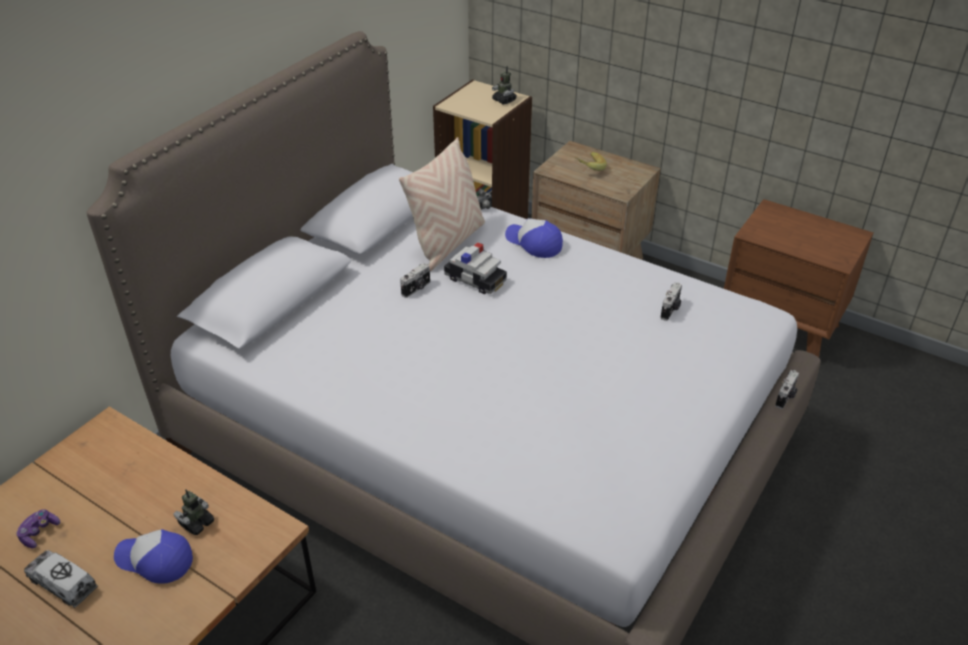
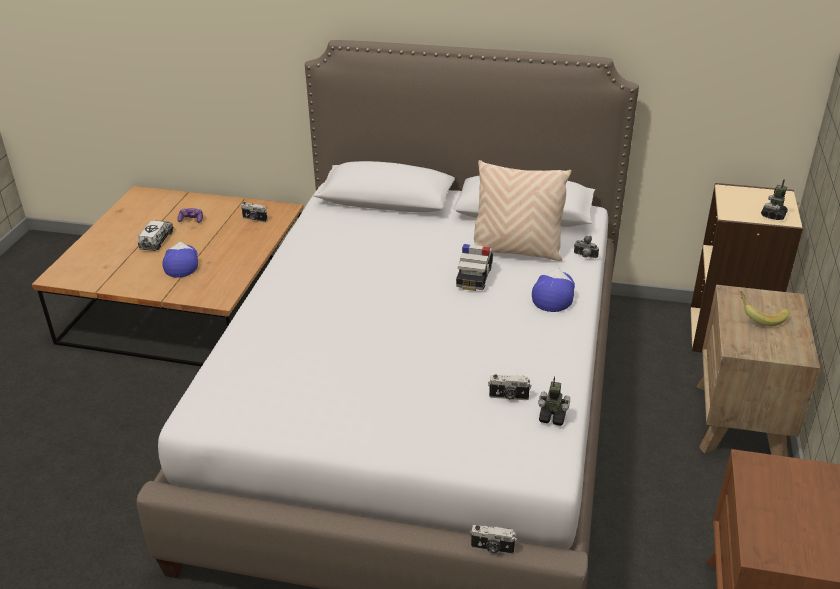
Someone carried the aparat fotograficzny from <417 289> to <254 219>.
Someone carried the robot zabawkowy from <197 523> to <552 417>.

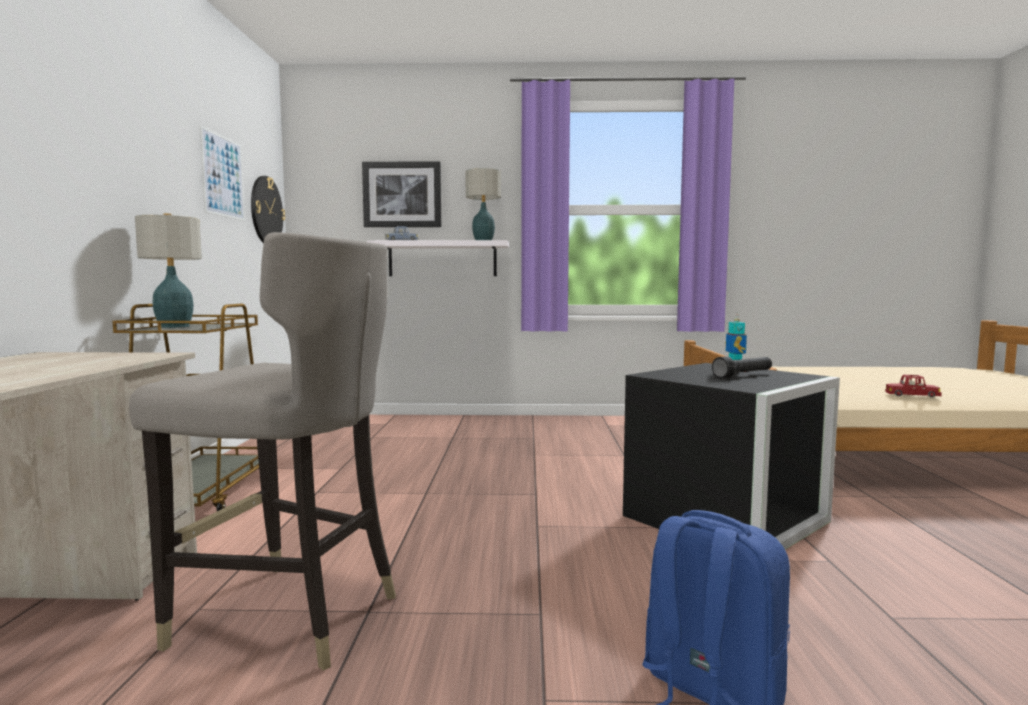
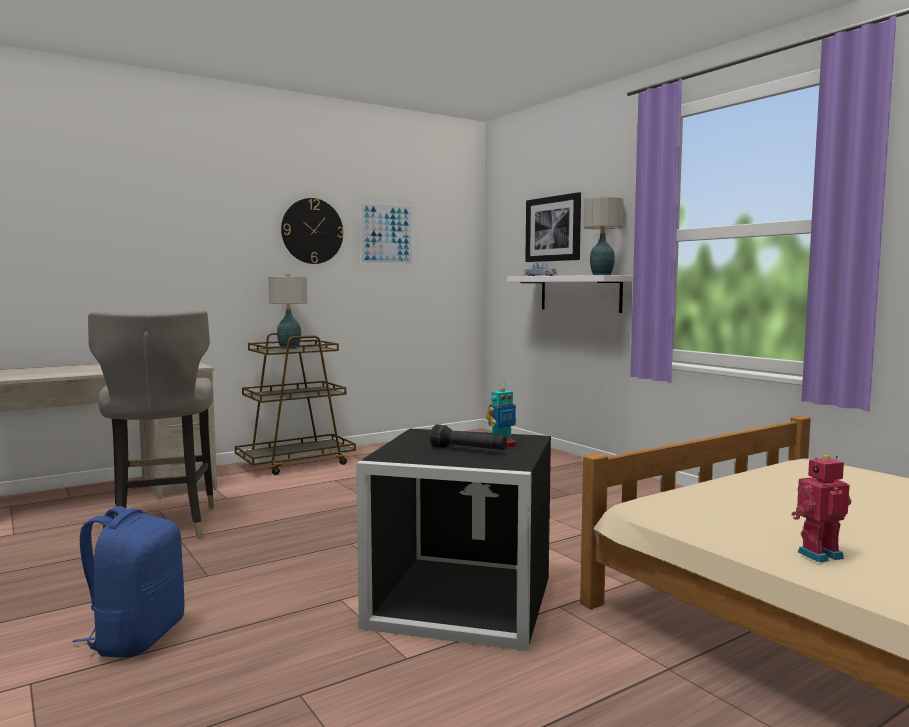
Someone carried the zegar ścienny from <266 211> to <312 231>.
Someone swapped the samochodzik (czerwony) at <912 395> for the robot zabawkowy at <818 554>.

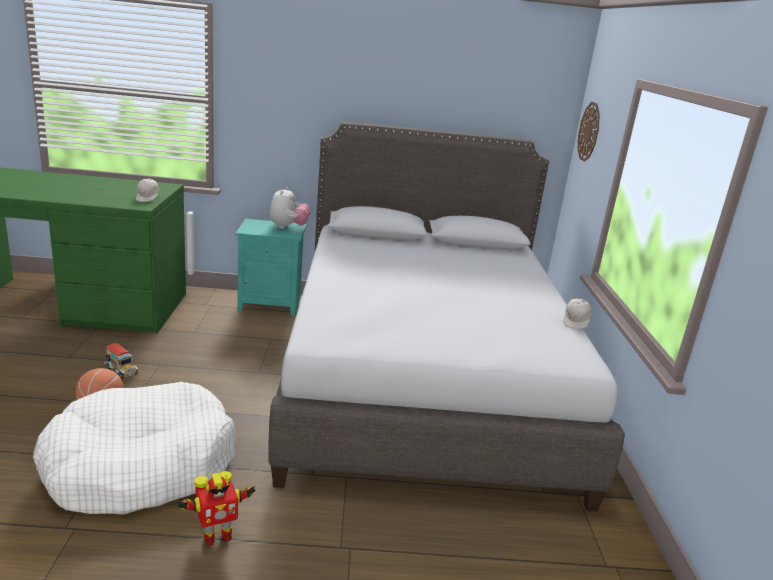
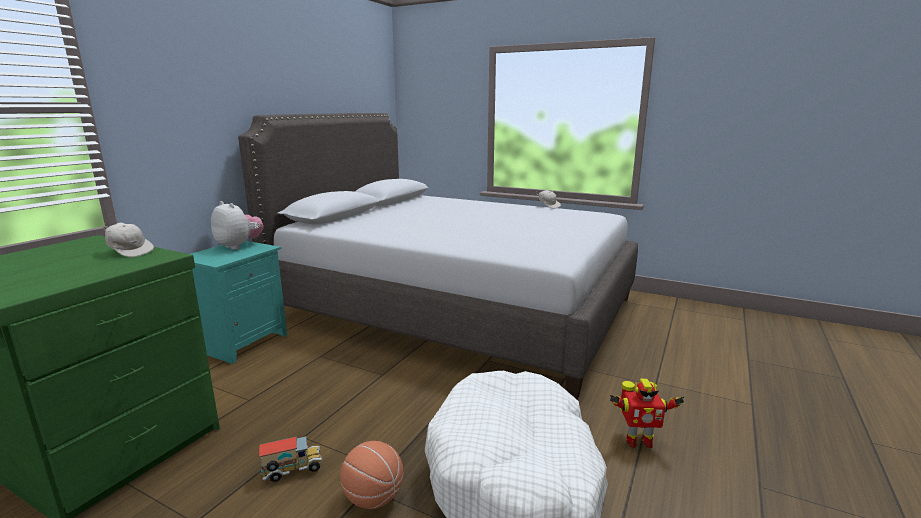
Someone rotated the robot zabawkowy at <216 536> by 90 degrees clockwise.
Someone took away the zegar ścienny at <589 131>.

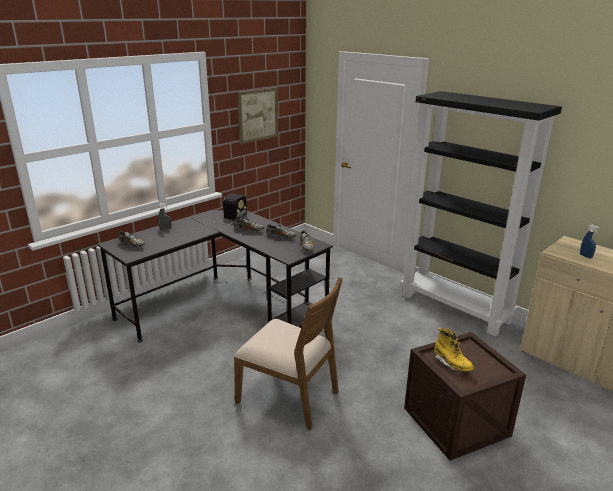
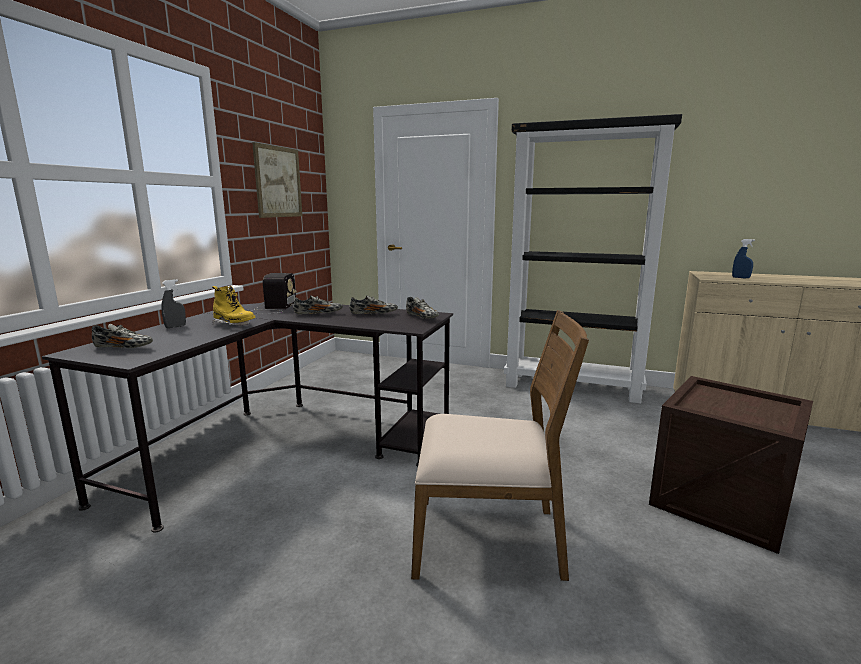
Someone carried the but z cholewką (żółty) from <452 364> to <234 325>.

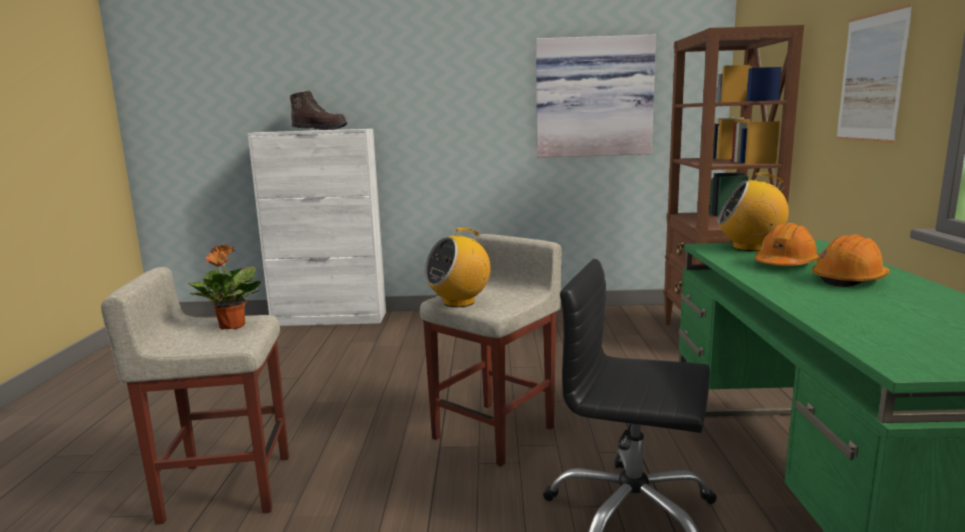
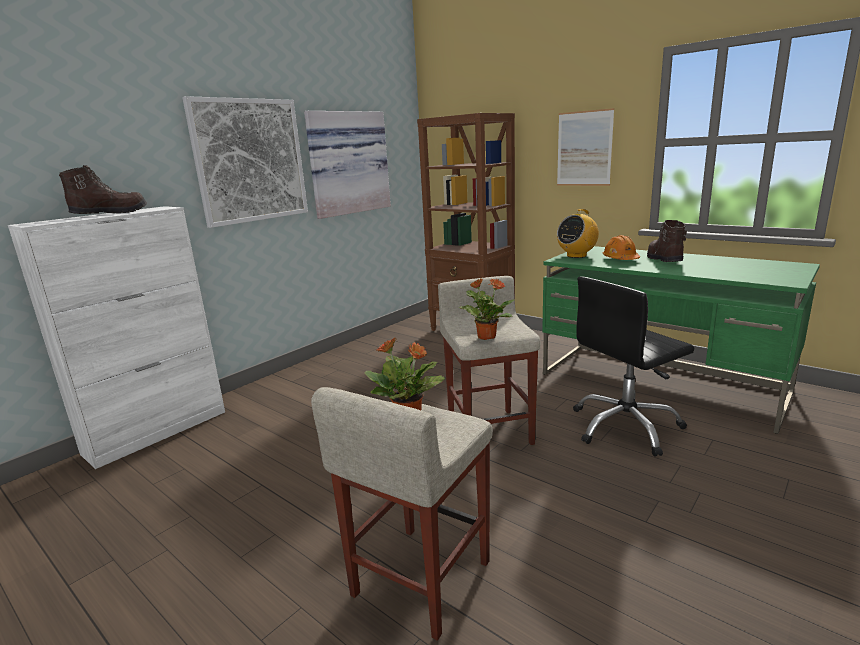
Someone put up the obraz at <250 161>.
Someone swapped the radio at <459 302> for the roślina doniczkowa at <486 336>.
Someone swapped the kask (pomarańczowy) at <849 280> for the but z cholewką (brązowy) at <663 259>.

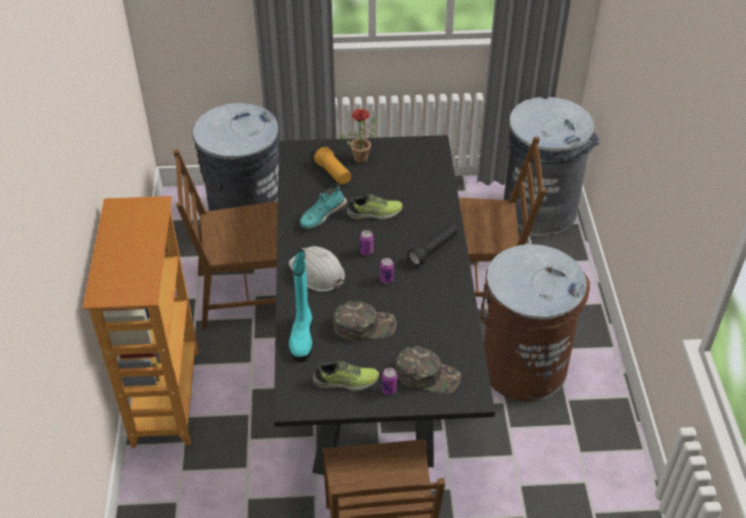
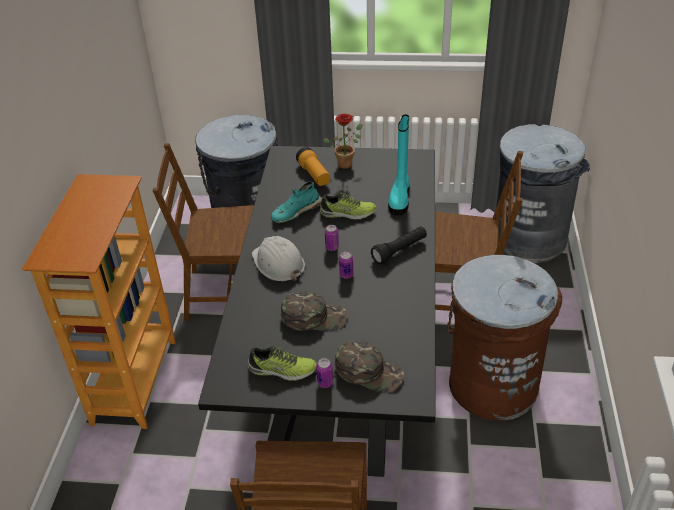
Someone carried the but z cholewką (turkusowy) from <302 336> to <400 198>.

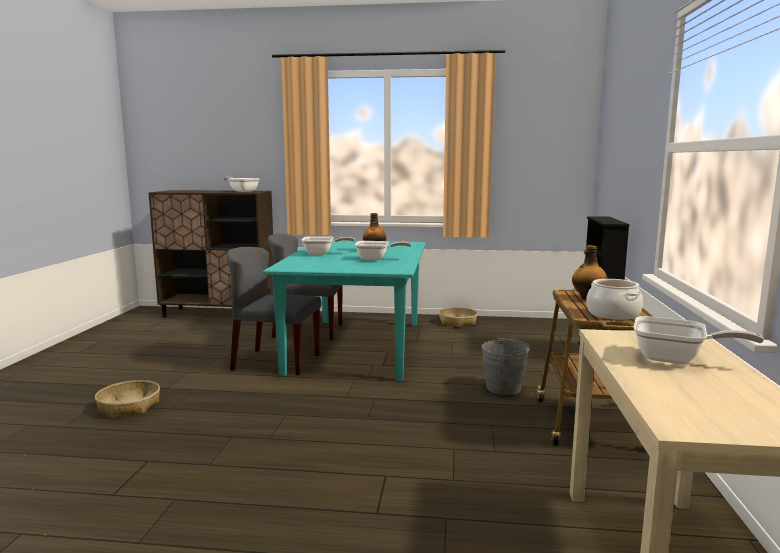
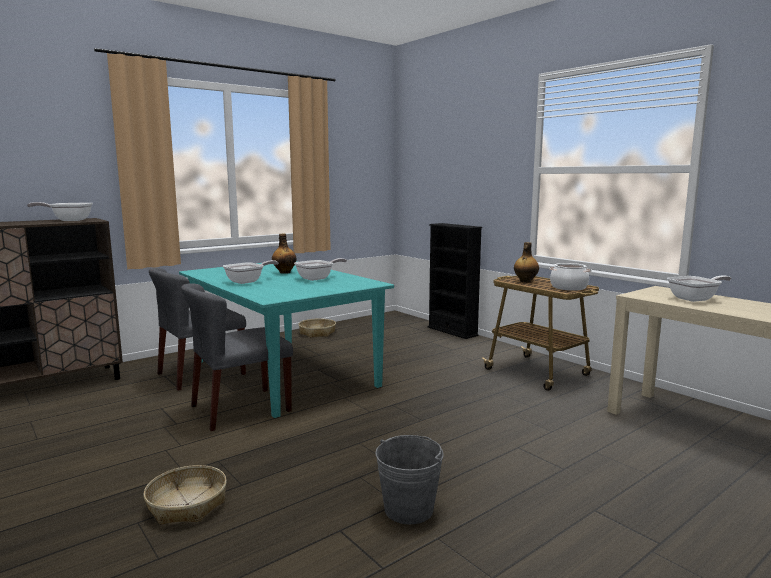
Someone carried the wiadro (szary) from <503 388> to <409 509>.

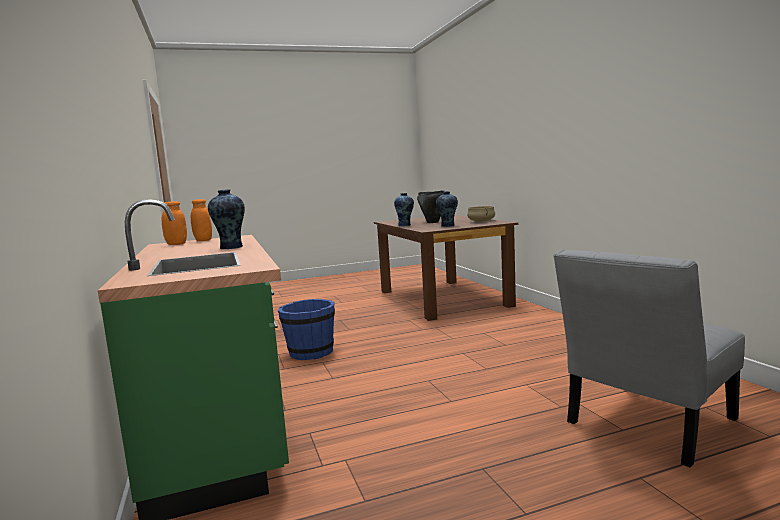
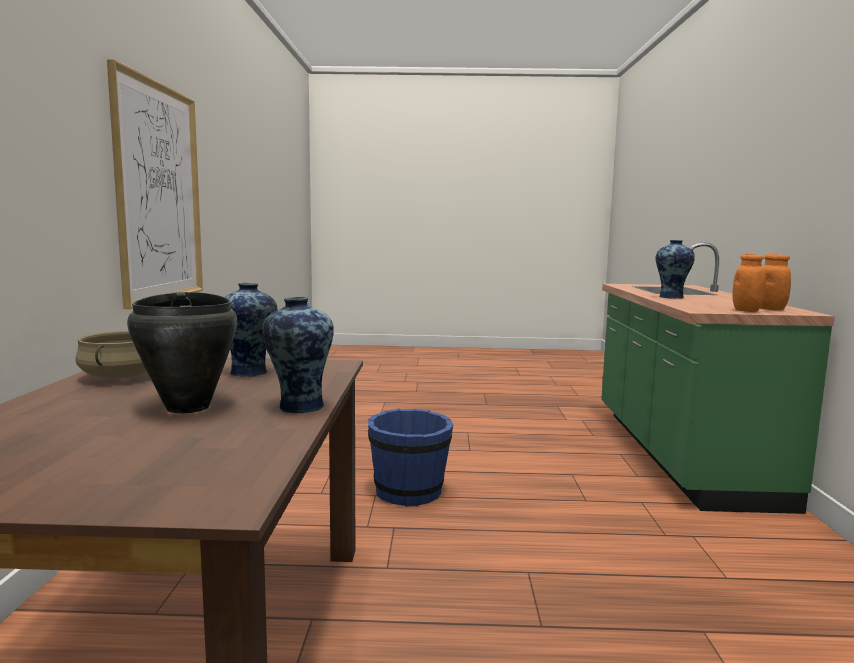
Someone put up the obraz at <159 193>.
Someone carried the wiadro (niebieski) from <310 353> to <409 492>.
Someone took away the krzesło (szary) at <646 424>.

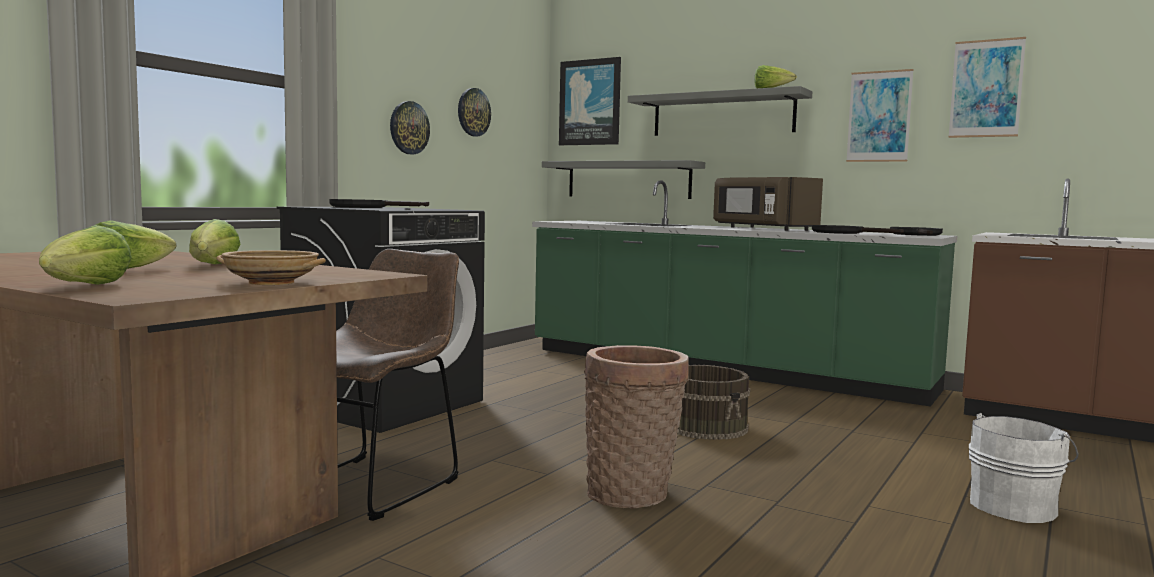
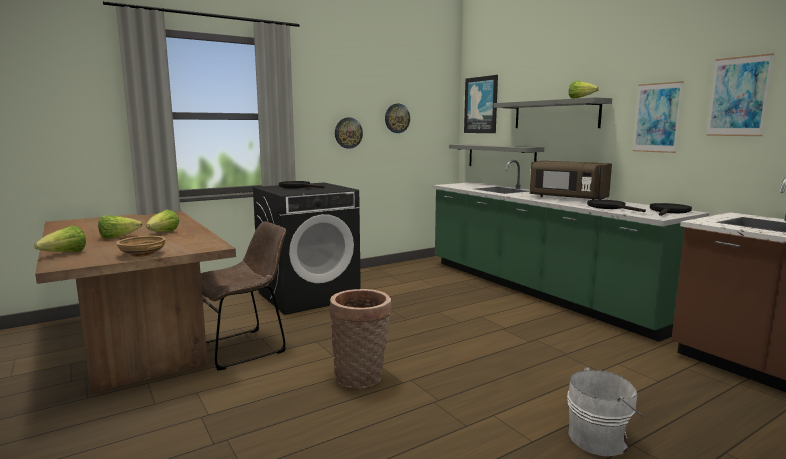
Someone rotated the mikrofalówka (brązowy) at <762 228> by 45 degrees counterclockwise.
Someone took away the wiadro (brązowy) at <705 426>.

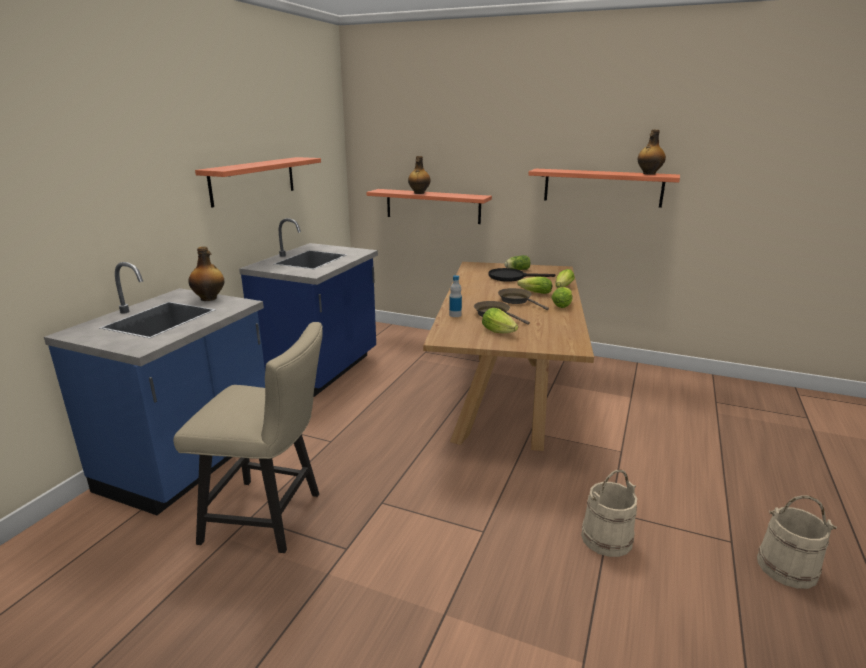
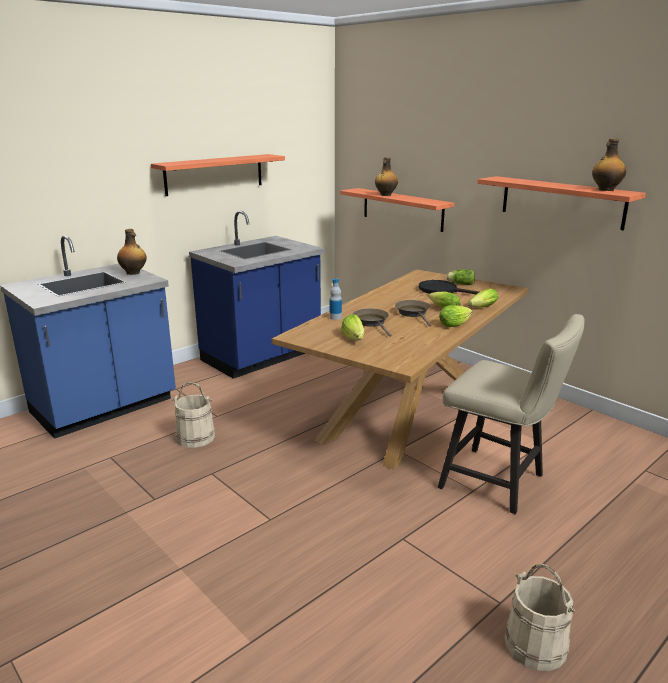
Someone carried the wiadro (beżowy) from <606 538> to <195 437>.
Someone carried the krzesło (beżowy) from <271 517> to <499 483>.

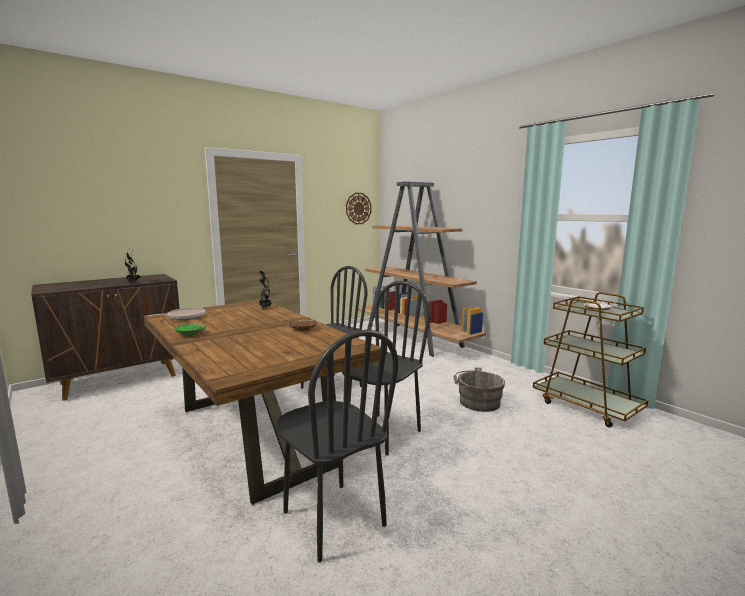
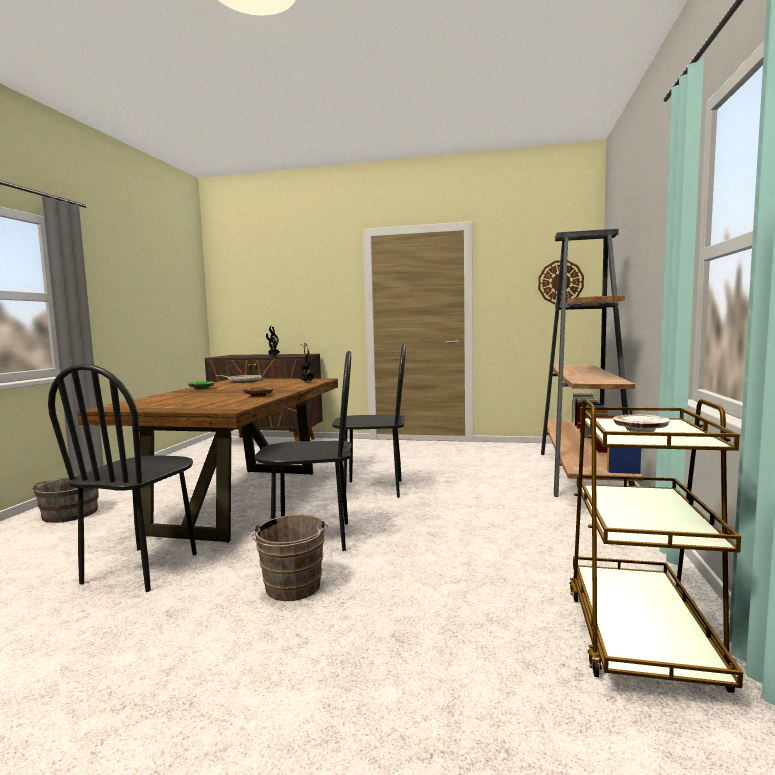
Someone carried the wiadro (szary) from <477 402> to <70 512>.
Someone put down the wiadro (brązowy) at <292 589>.

